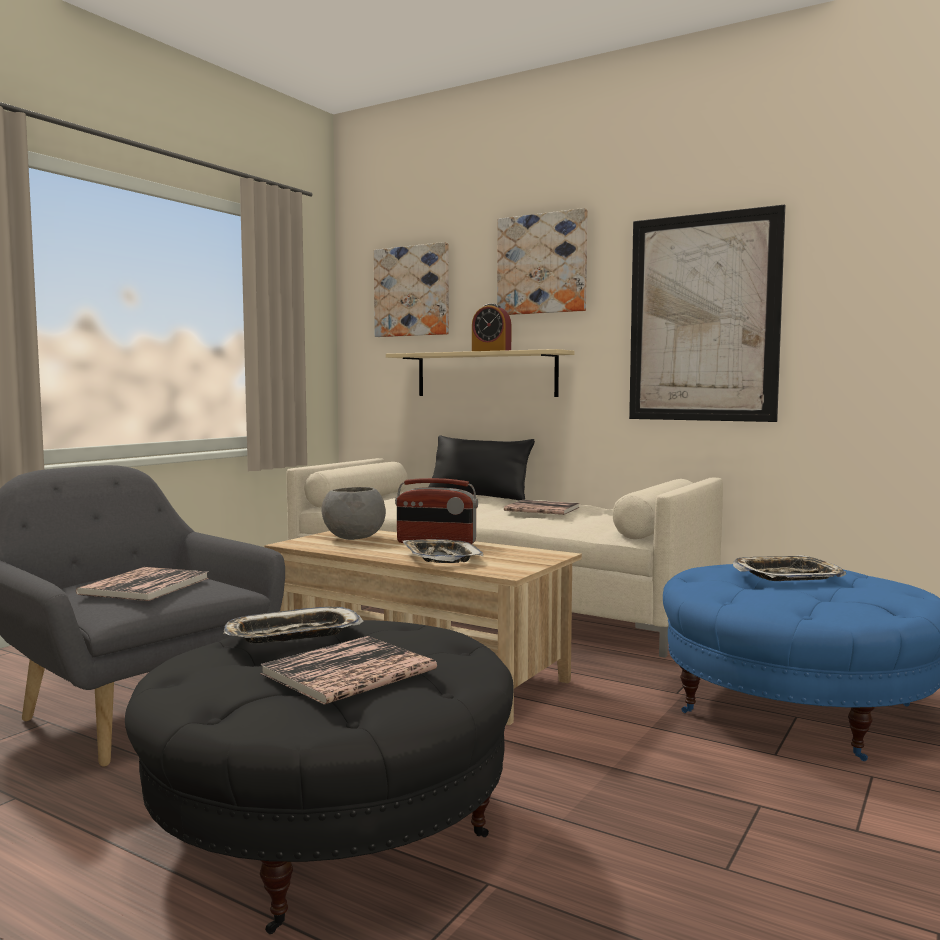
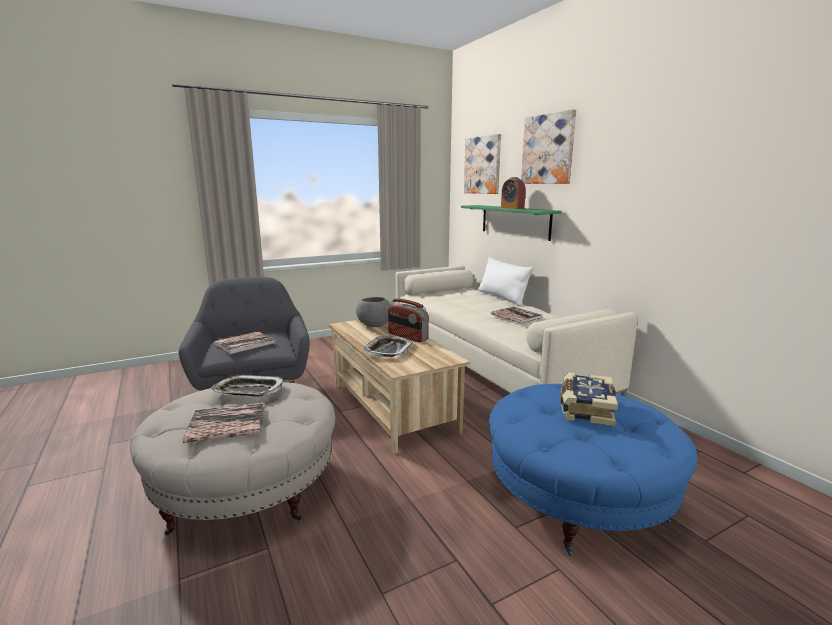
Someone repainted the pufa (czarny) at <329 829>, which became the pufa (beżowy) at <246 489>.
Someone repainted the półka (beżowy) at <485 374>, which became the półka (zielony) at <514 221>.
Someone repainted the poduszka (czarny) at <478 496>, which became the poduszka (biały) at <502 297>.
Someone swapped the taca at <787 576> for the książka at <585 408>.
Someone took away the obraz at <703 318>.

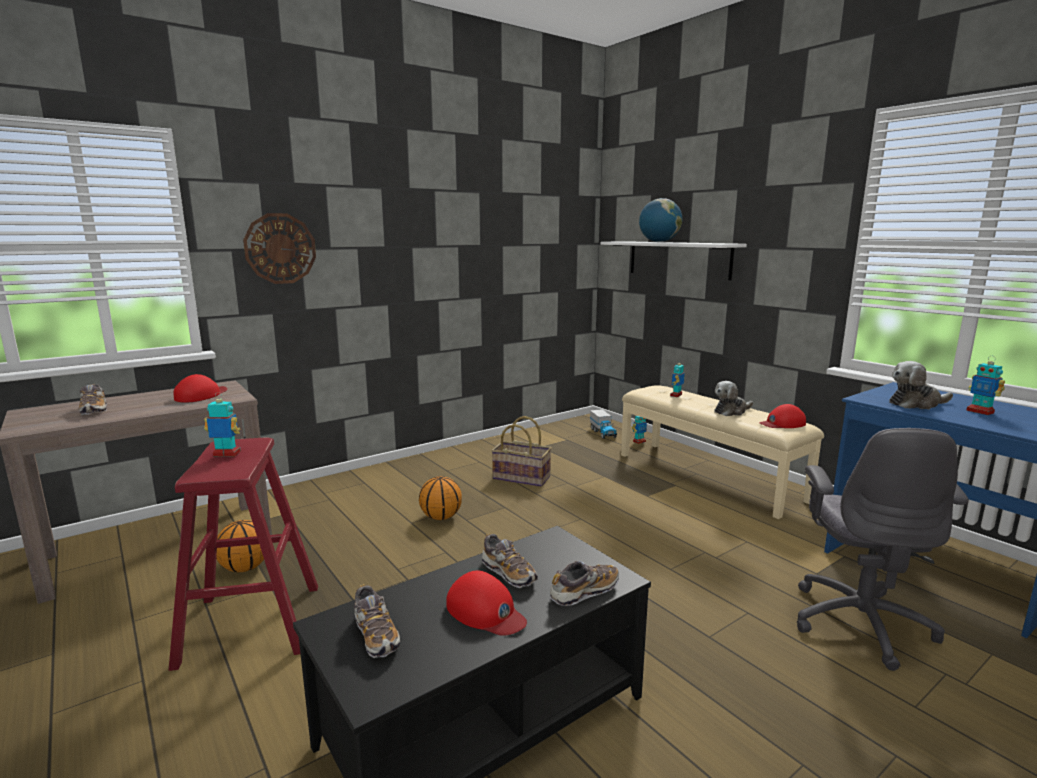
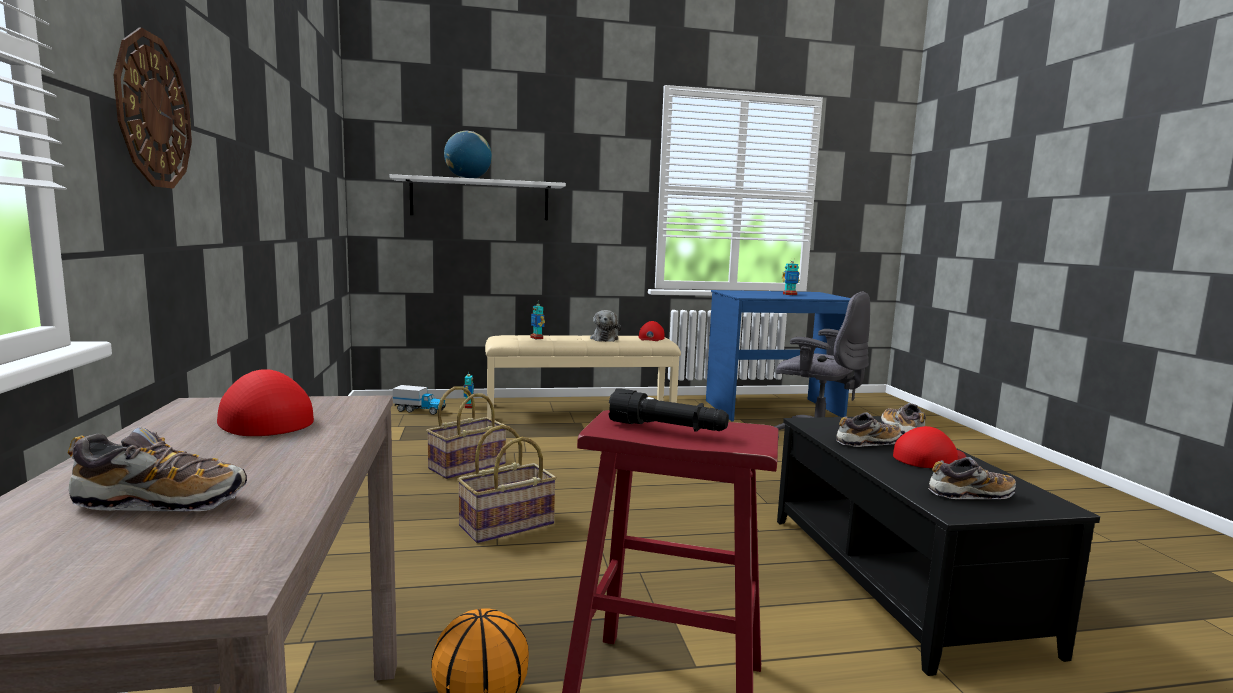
Someone swapped the piłka do koszykówki at <440 517> for the koszyk at <507 526>.
Someone swapped the robot zabawkowy at <226 454> for the latarka (czarny) at <668 429>.
Someone took away the pluszak at <916 404>.

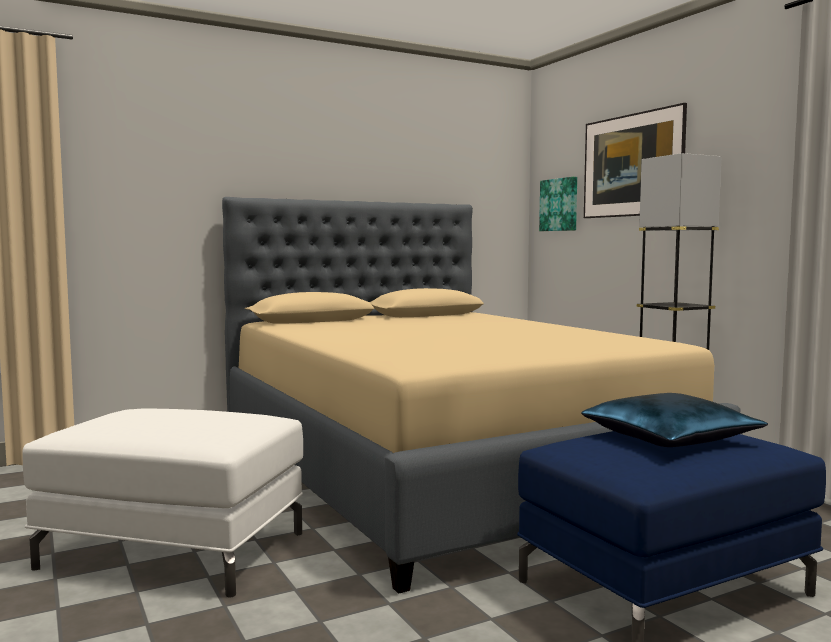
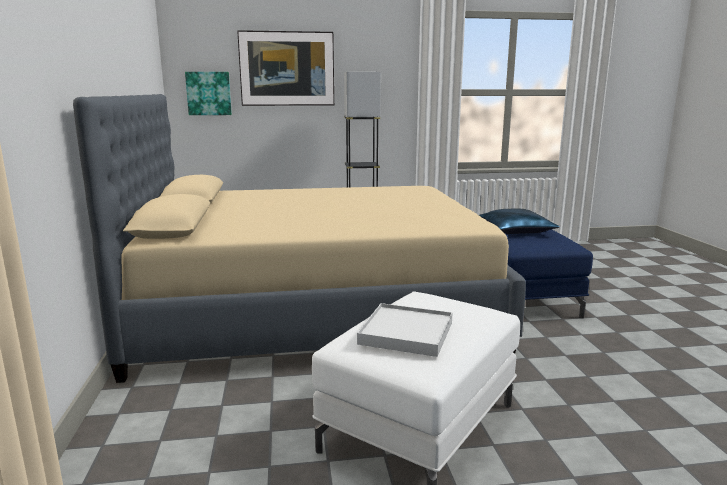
Someone put down the taca (biały) at <406 333>.

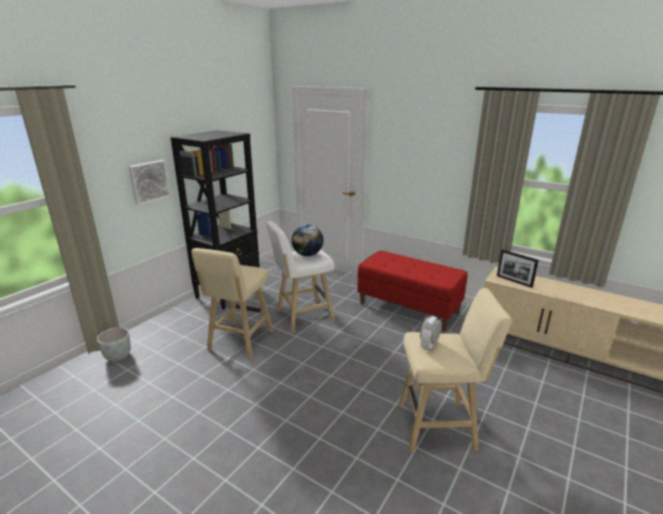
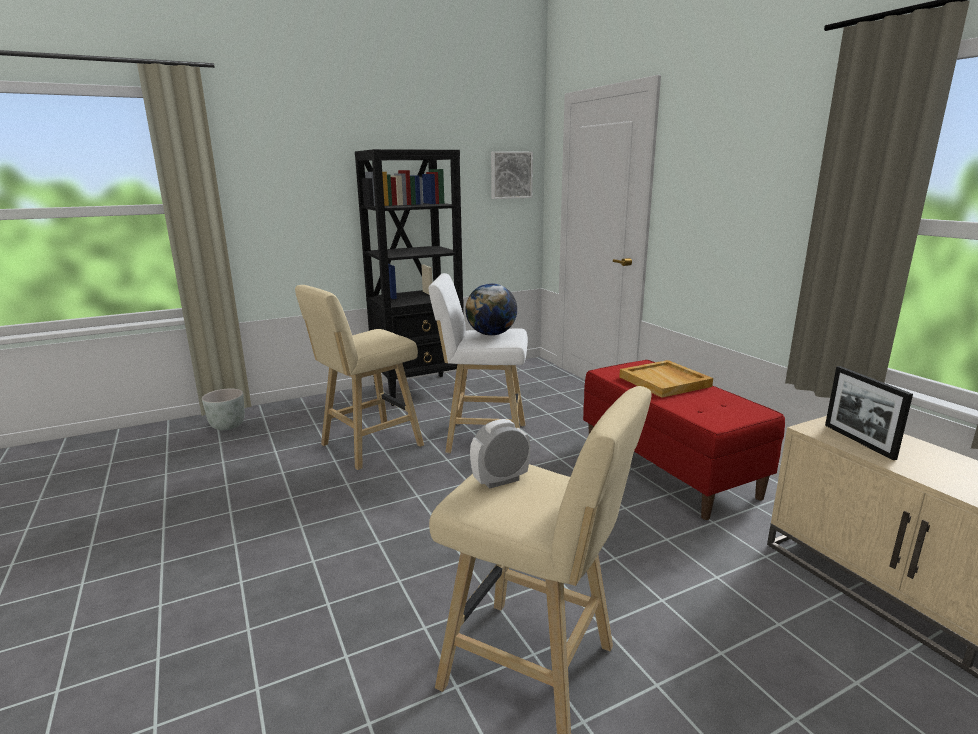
Someone carried the obraz from <149 181> to <510 175>.
Someone put down the taca (beżowy) at <665 382>.

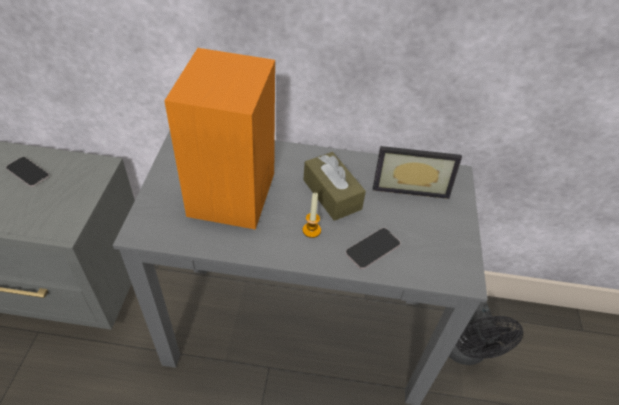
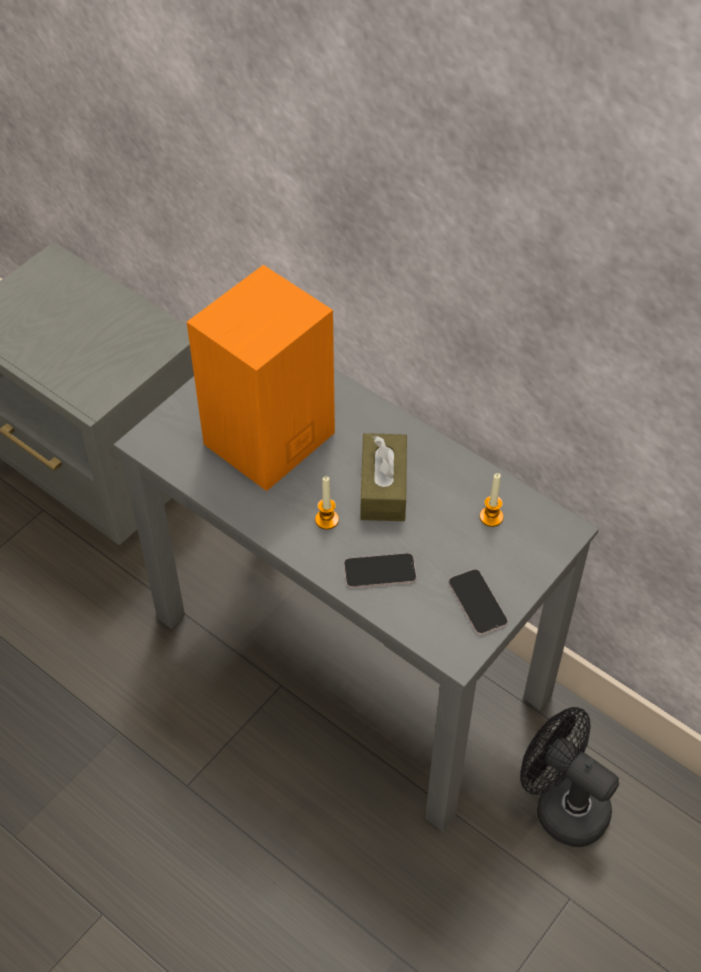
Someone carried the telefon from <28 172> to <477 602>.
Someone swapped the ramka na zdjęcie at <410 184> for the świeca at <491 517>.
Someone rotated the wentylator (czarny) at <466 352> by 105 degrees clockwise.

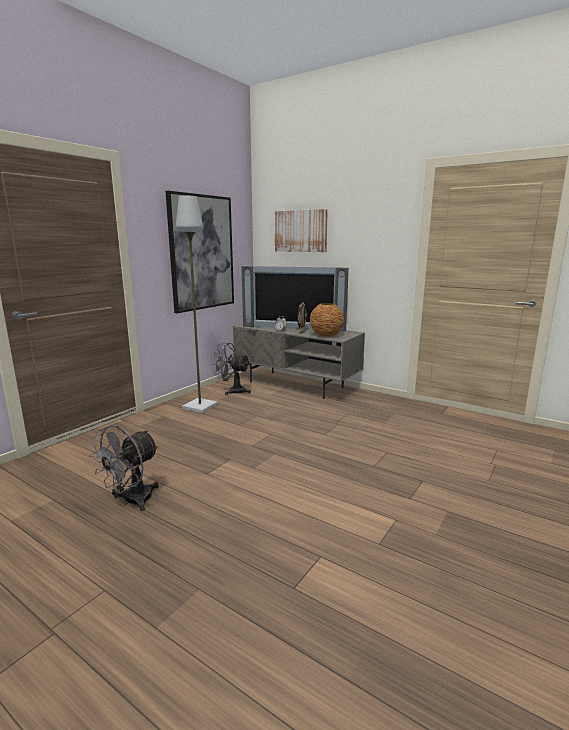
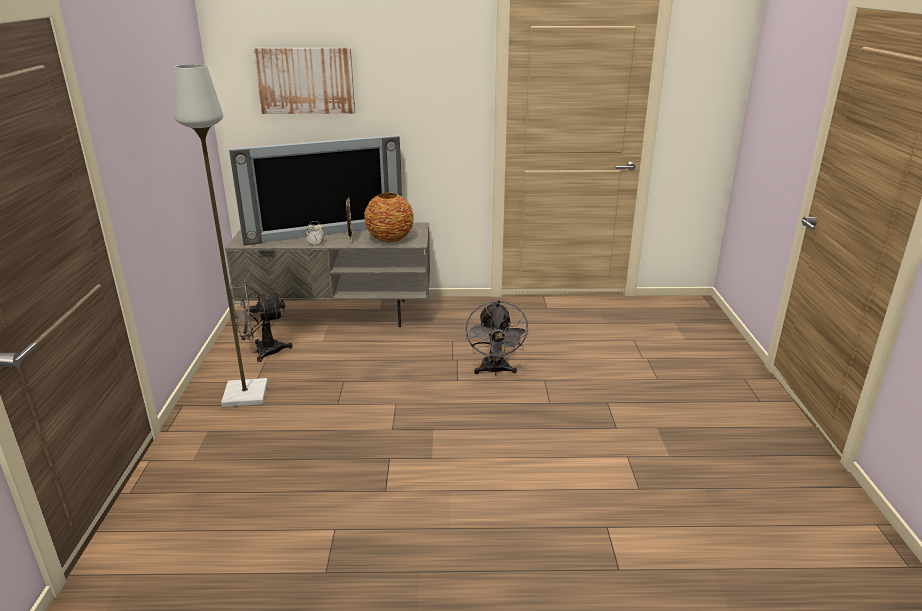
Someone carried the wentylator (szary) from <131 501> to <495 371>.
Someone took away the obraz at <202 253>.

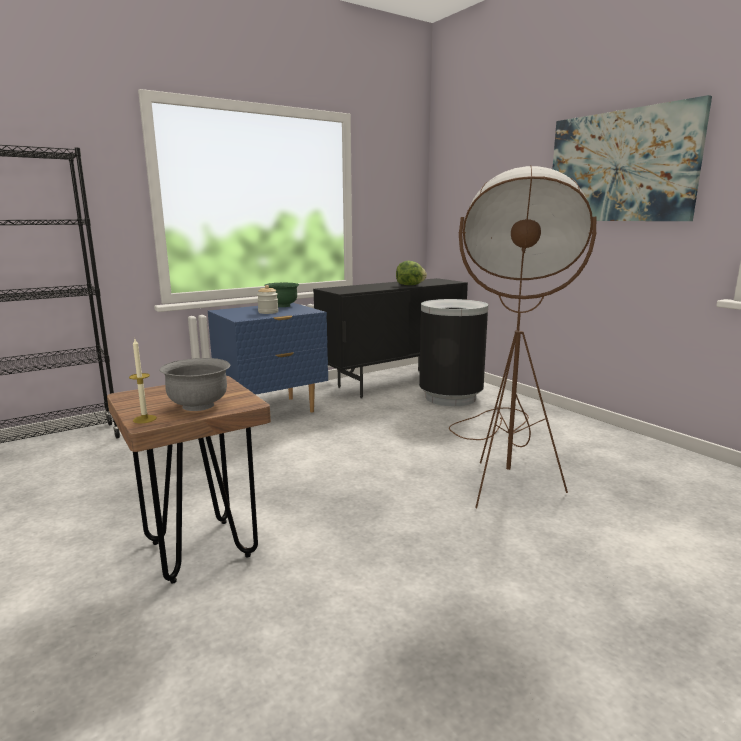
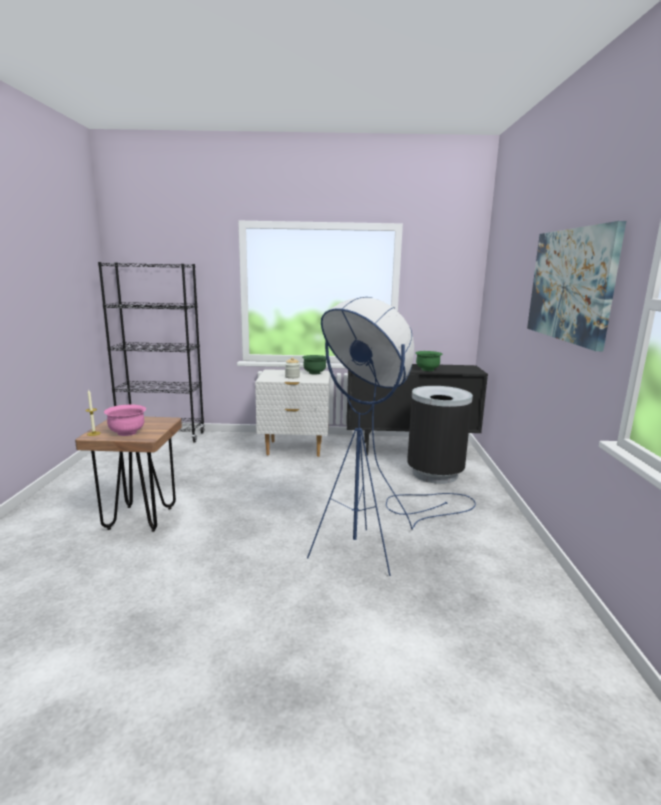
Someone repainted the miska (szary) at <199 406>, which became the miska (różowy) at <127 433>.
Someone repainted the szafka nocna (niebieski) at <272 411>, which became the szafka nocna (biały) at <294 449>.
Someone repainted the lampa stojąca (brązowy) at <503 466>, which became the lampa stojąca (niebieski) at <378 539>.
Someone swapped the sałata at <410 285> for the miska (zielony) at <427 369>.

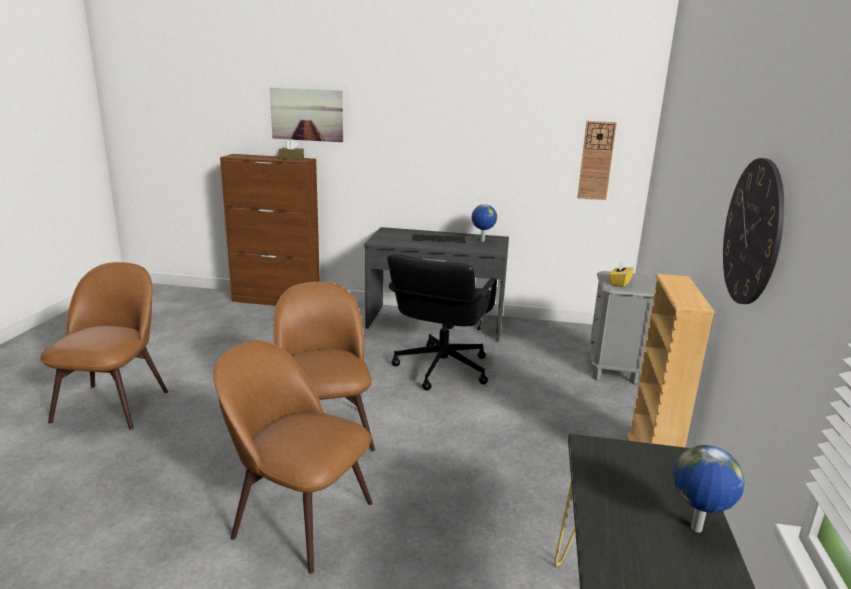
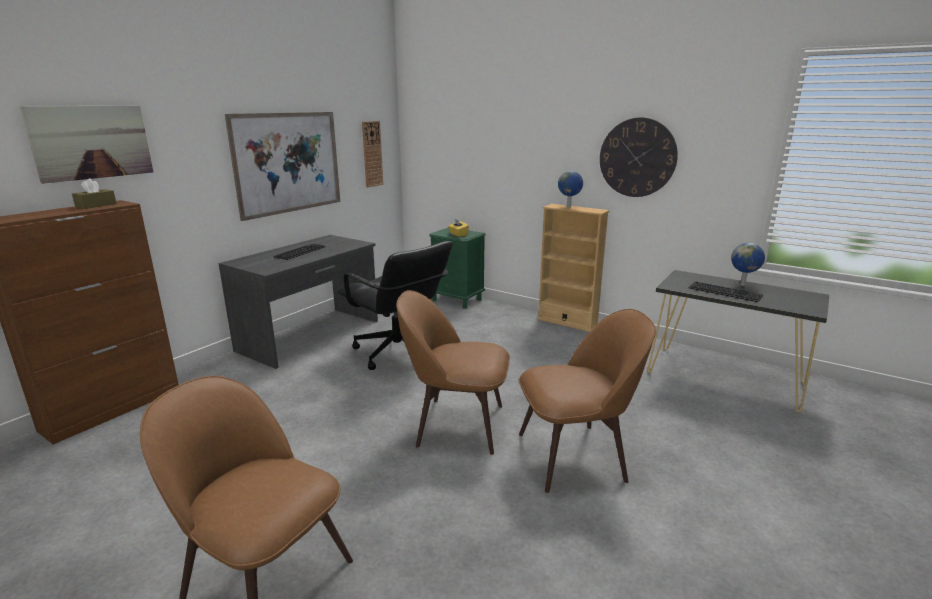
Someone put up the obraz at <288 163>.
Someone repainted the szafka nocna (szary) at <612 369>, which became the szafka nocna (zielony) at <457 300>.
Someone rotated the krzesło (brązowy) at <299 517> by 150 degrees counterclockwise.
Someone carried the globus from <482 241> to <569 207>.
Someone put down the klawiatura at <725 292>.

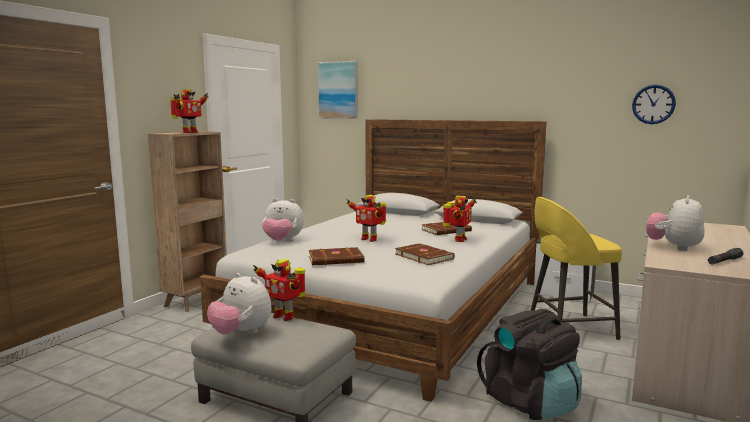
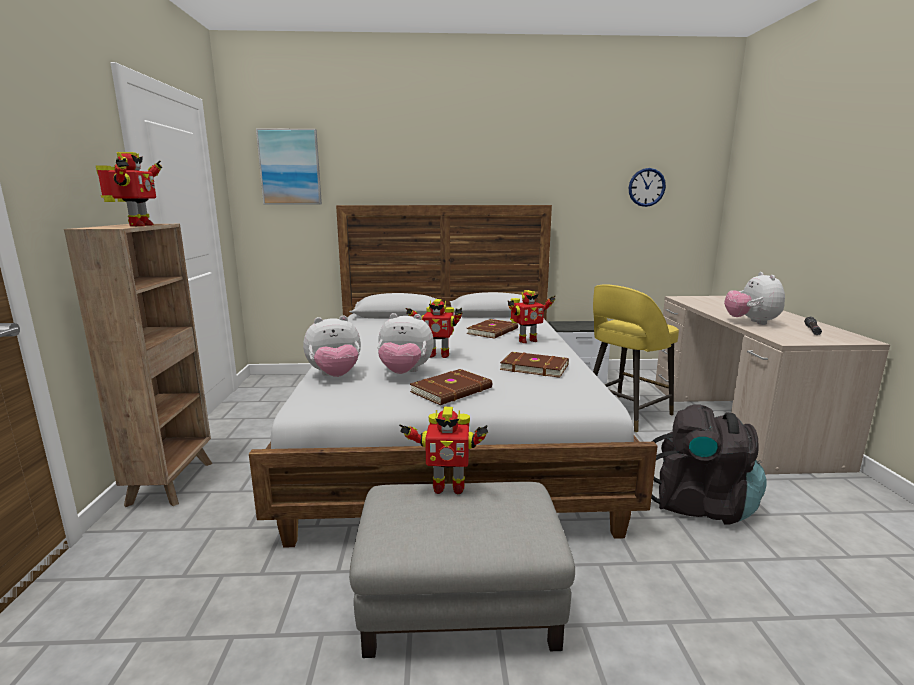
Someone carried the pluszak from <241 333> to <405 373>.
Someone rotated the robot zabawkowy at <459 240> by 75 degrees clockwise.

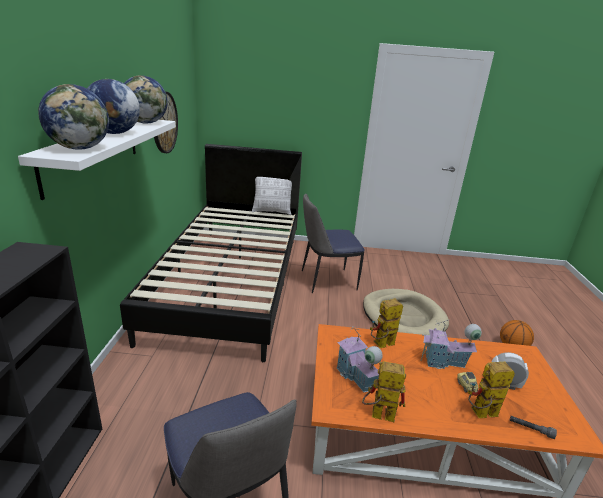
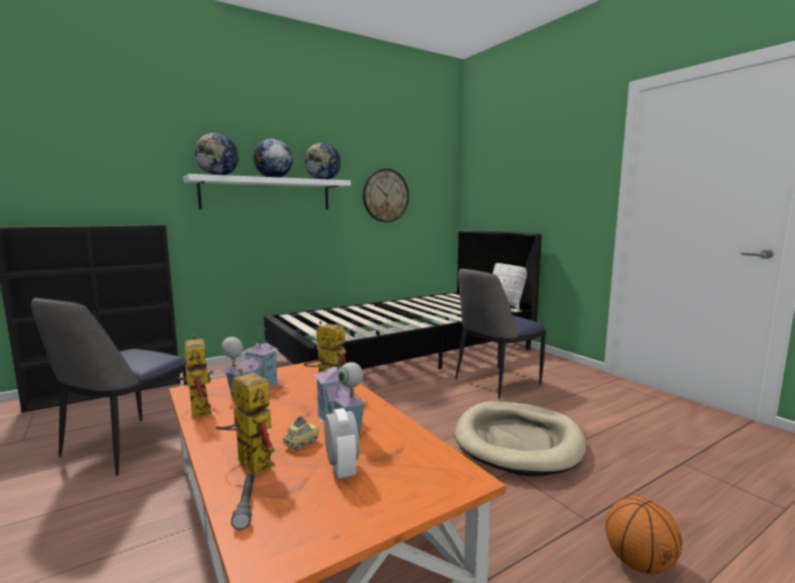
Someone rotated the krzesło at <326 280> by 75 degrees counterclockwise.

